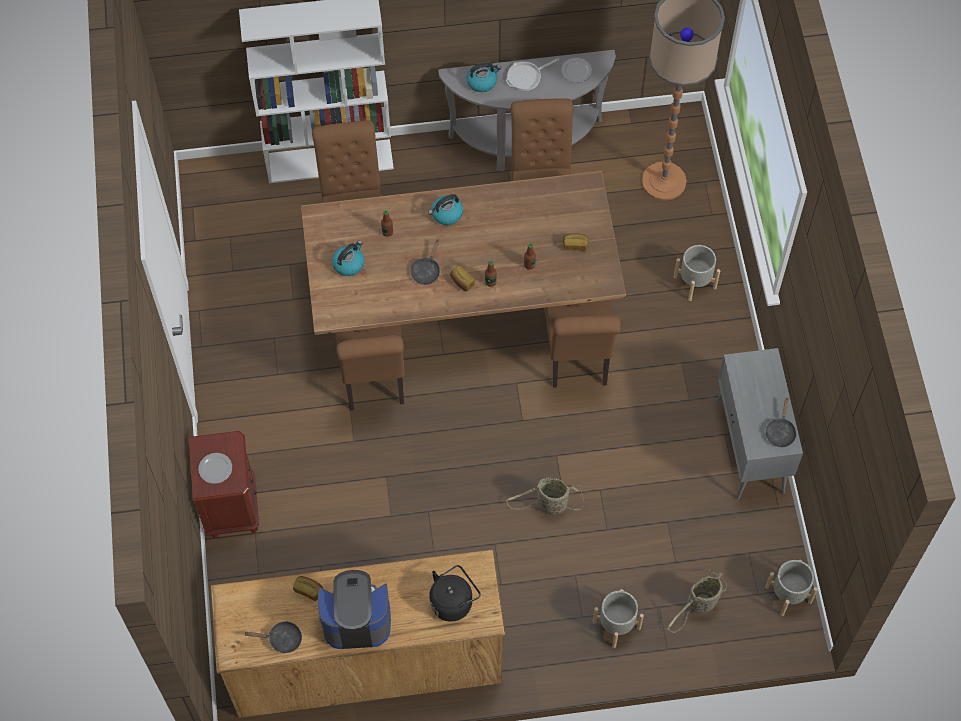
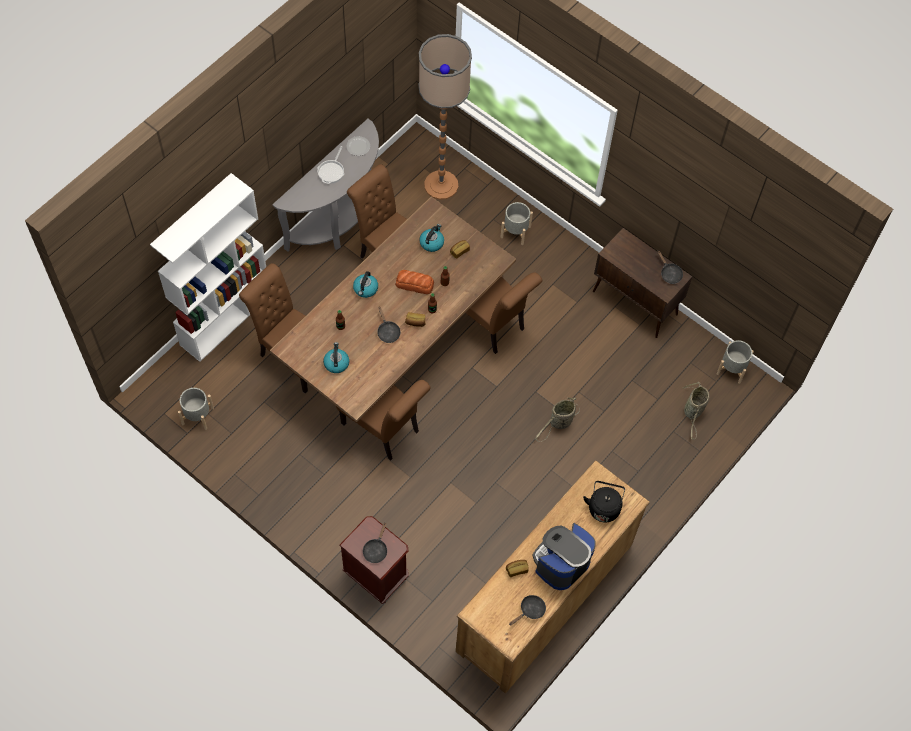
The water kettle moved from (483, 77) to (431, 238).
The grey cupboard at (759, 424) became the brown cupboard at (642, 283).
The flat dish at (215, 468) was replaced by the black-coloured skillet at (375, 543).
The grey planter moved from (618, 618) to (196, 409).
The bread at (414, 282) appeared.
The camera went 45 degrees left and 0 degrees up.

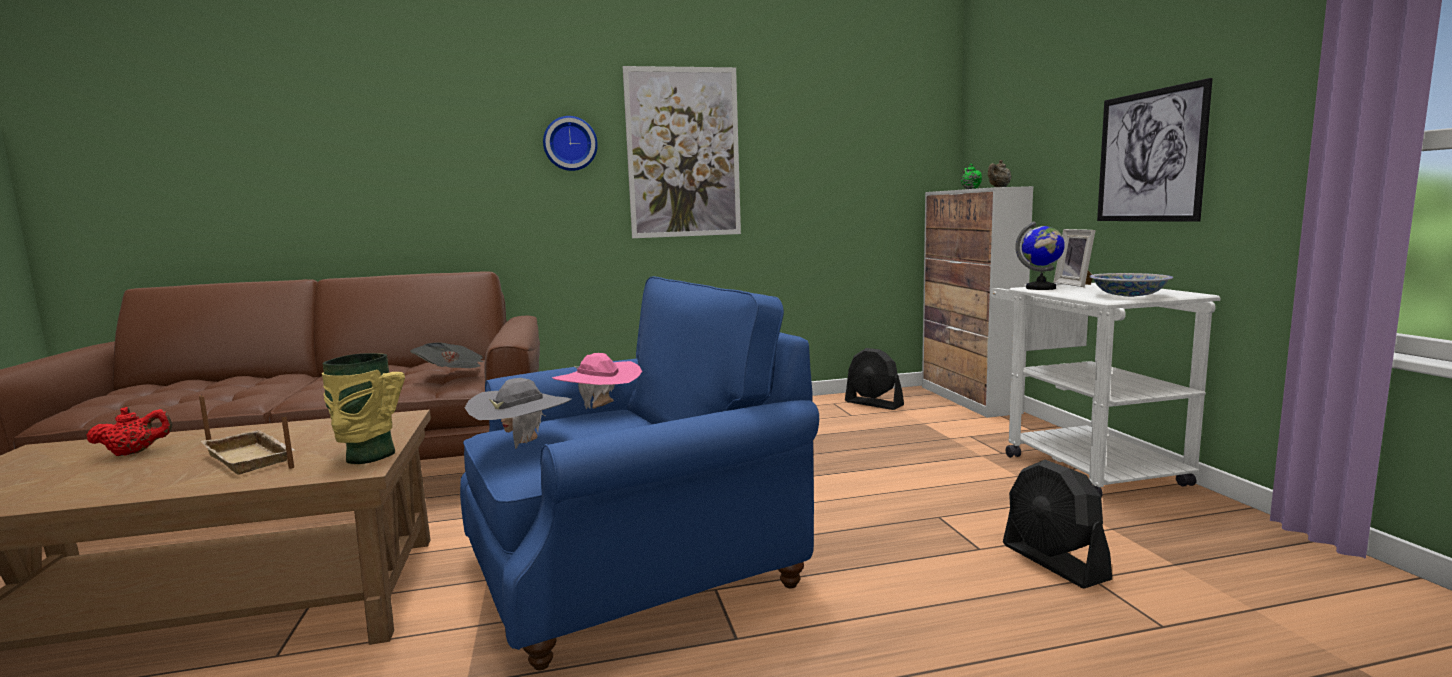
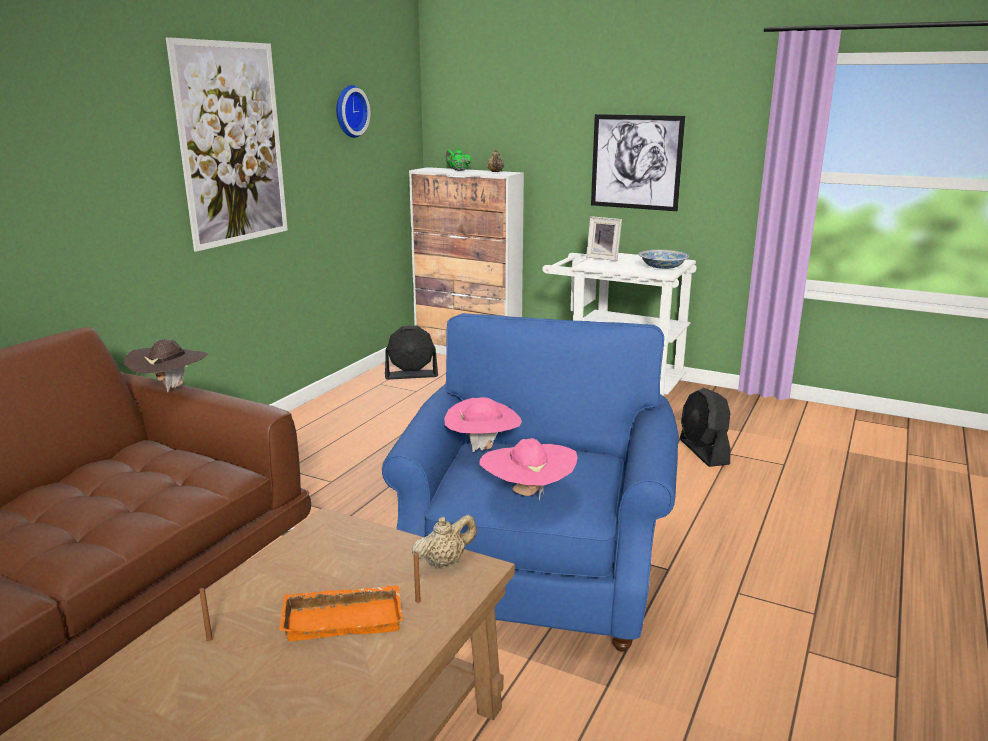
The wall clock moved from (570, 143) to (353, 111).
The desk globe at (1040, 255) disappeared.
The daily paper at (447, 355) disappeared.
The vase at (363, 408) was replaced by the beige-coloured tea pot at (444, 541).
The grey wearable hat at (518, 413) became the pink wearable hat at (528, 469).
The red-coloured tea pot at (129, 431) disappeared.
The beige-coloured carrying tray at (248, 452) became the orange carrying tray at (341, 613).
The black-coloured electric fan at (1057, 524) turned 60 degrees clockwise.
The brown wearable hat at (166, 365) appeared.
The camera went 50 degrees left and 10 degrees up.

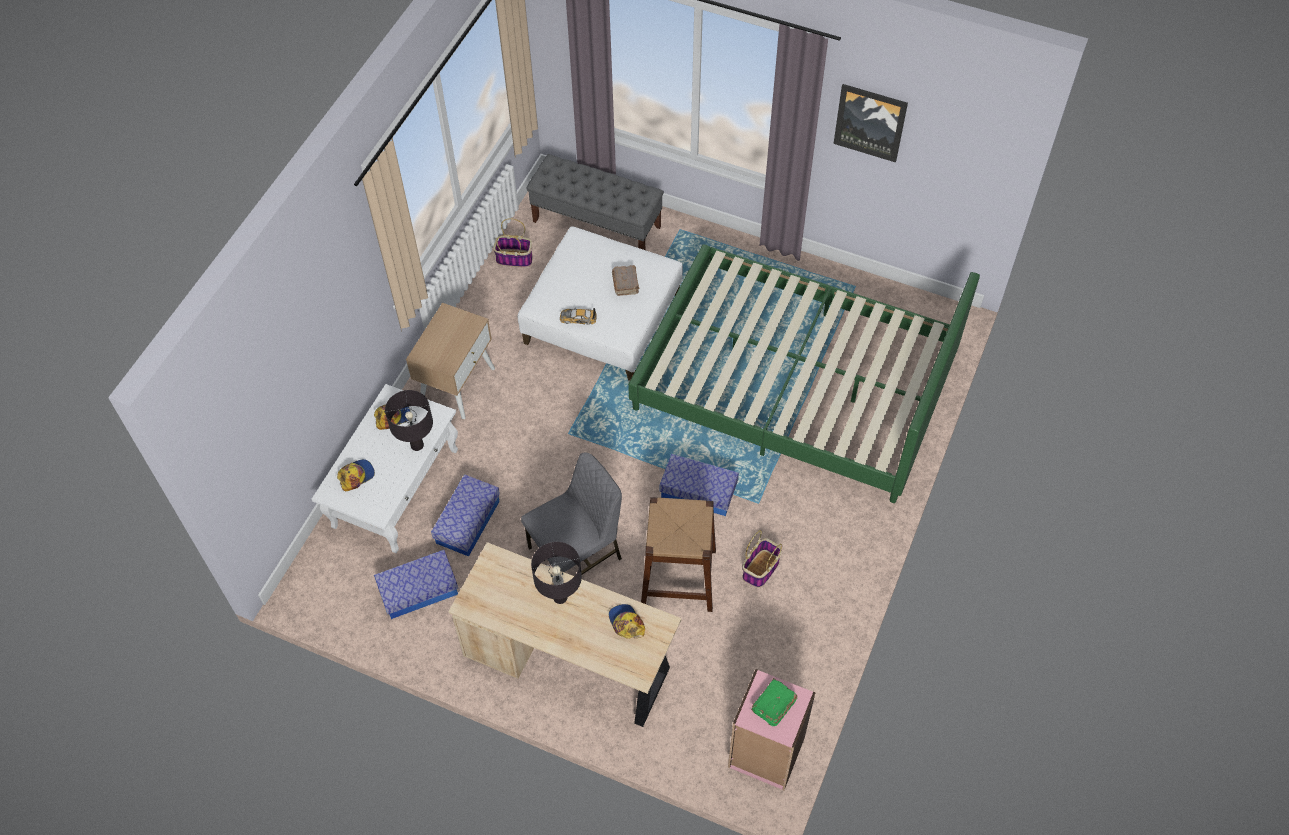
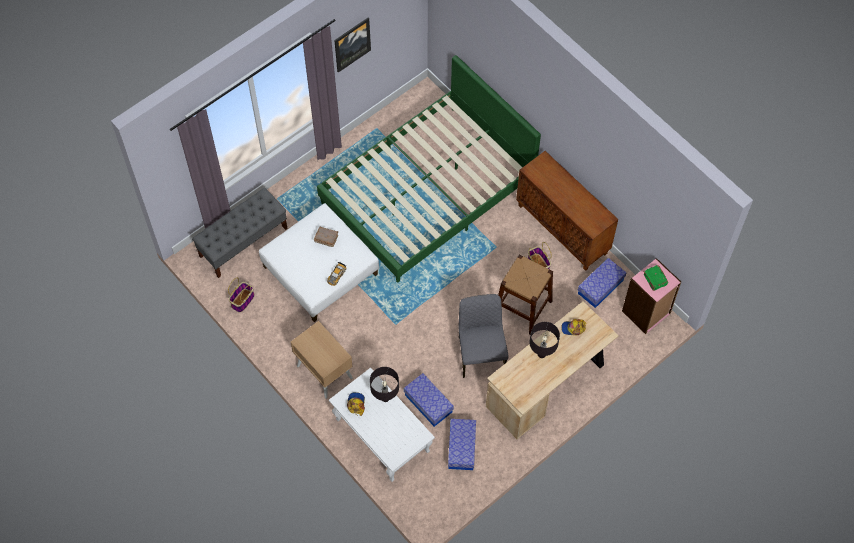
The storage box moved from (699, 485) to (602, 283).
The cap at (356, 475) disappeared.
The brown cupboard at (567, 211) appeared.
The camera went 65 degrees left and 5 degrees up.

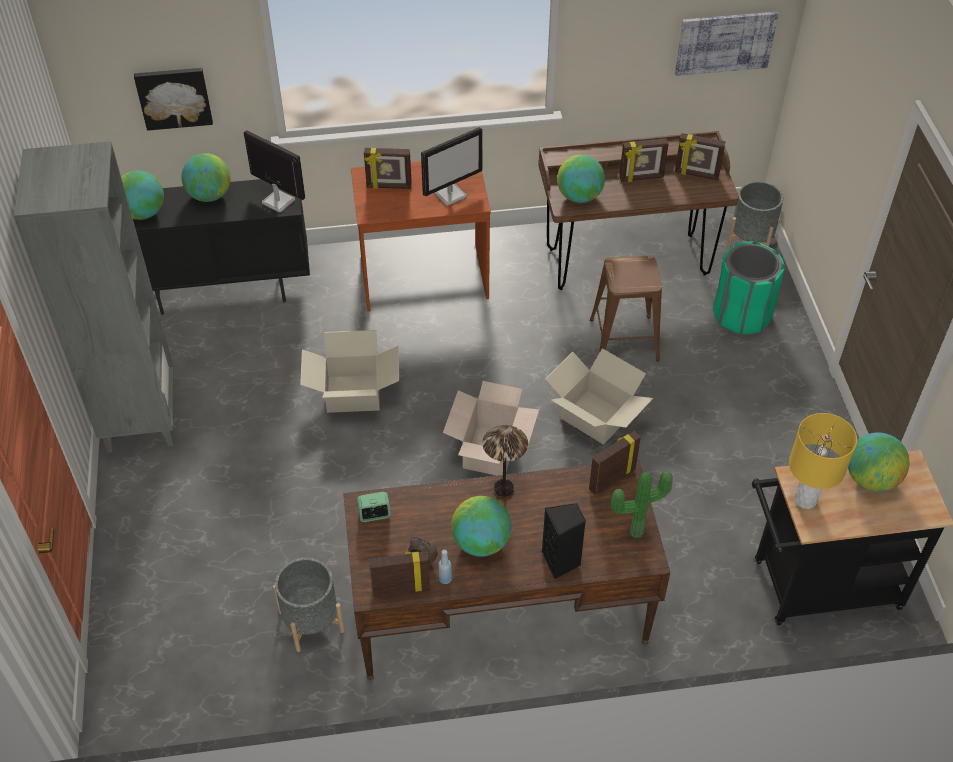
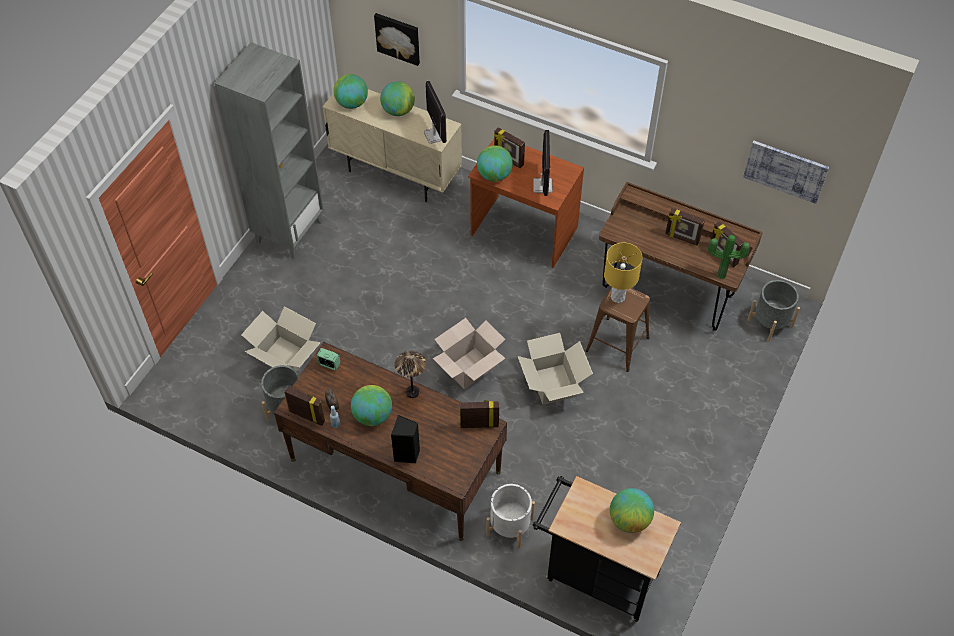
The computer display at (452, 166) turned 90 degrees counterclockwise.
The desk globe moved from (581, 179) to (495, 163).
The black-coloured cupboard at (221, 247) became the beige-coloured cupboard at (392, 145).
The green-coloured waste bin at (749, 287) disappeared.
The cardboard box moved from (349, 371) to (281, 338).
The yellow-coloured table lamp moved from (823, 461) to (623, 272).
The potted plant moved from (641, 504) to (729, 257).
The white planter at (510, 516) appeared.
The camera went 35 degrees right and 5 degrees up.

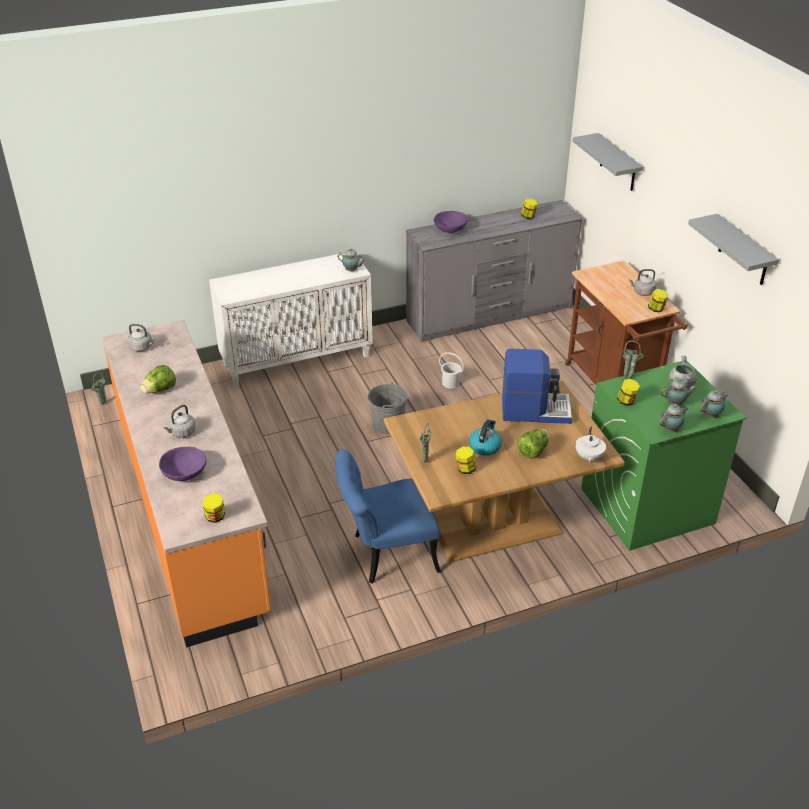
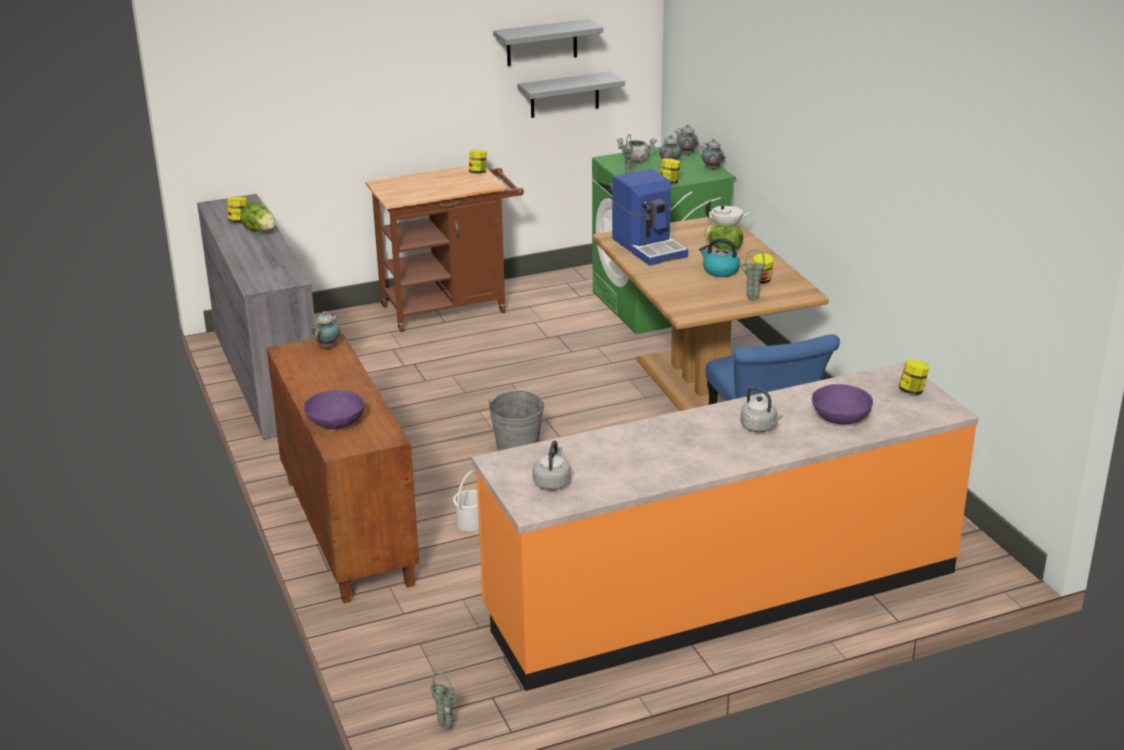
The grey bracket shelf moved from (608, 162) to (571, 94).
The purple deep dish moved from (450, 222) to (334, 409).
The white cupboard at (291, 320) became the brown cupboard at (343, 468).
The grey water kettle at (642, 282) disappeared.
The coffee brewer at (537, 386) turned 150 degrees clockwise.
The white pail moved from (451, 370) to (466, 501).
The lettuce moved from (158, 379) to (258, 216).
The camera went 90 degrees left and 10 degrees down.

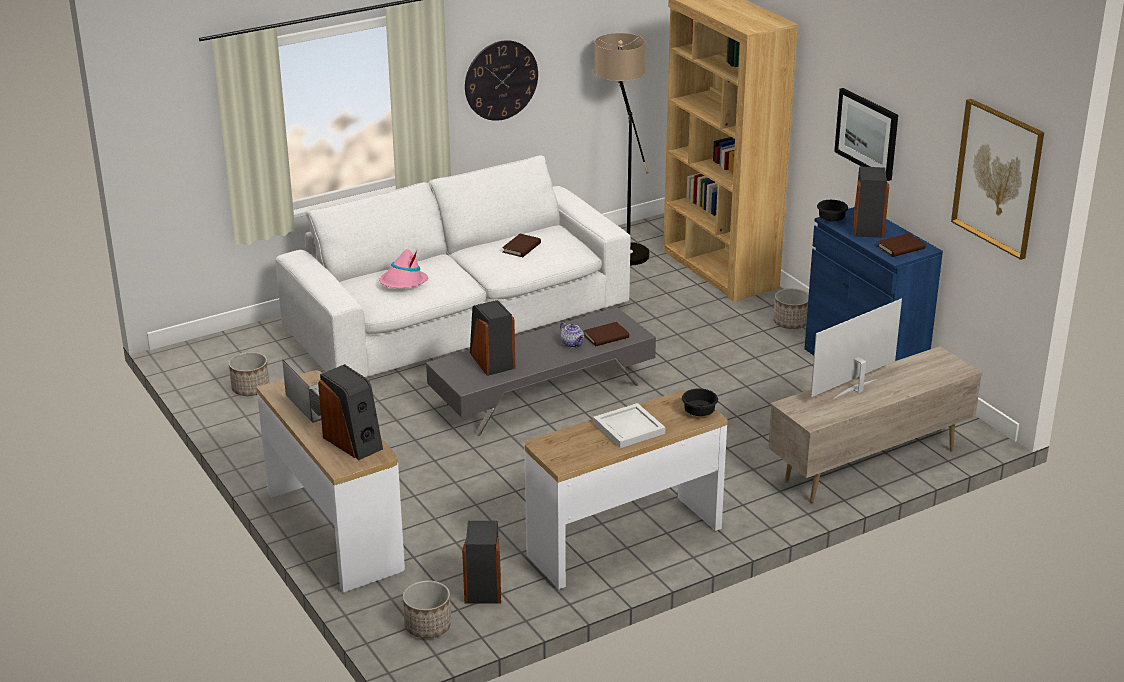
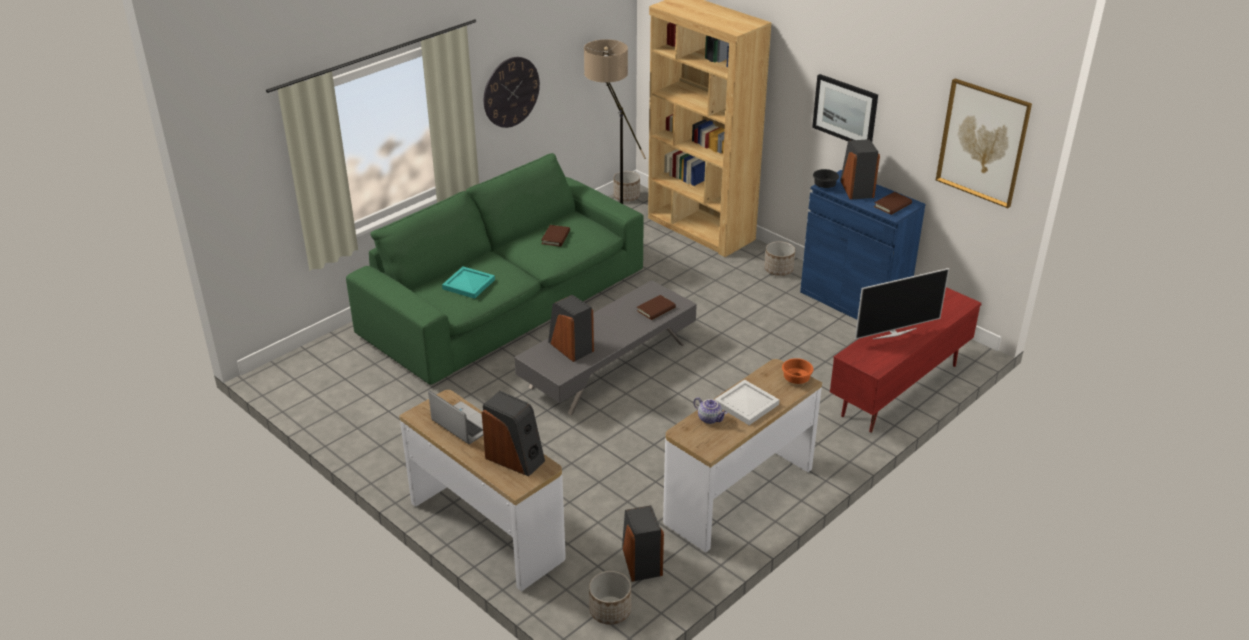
The white sofa at (453, 266) became the green-coloured sofa at (495, 269).
The pink wearable hat at (403, 268) was replaced by the turquoise-coloured carrying tray at (468, 283).
The TV at (856, 349) turned 150 degrees counterclockwise.
The tea pot moved from (572, 335) to (710, 410).
The beige-coloured tv unit at (875, 424) became the red-coloured tv unit at (906, 360).
The planter moved from (249, 374) to (626, 186).
The black-coloured deep dish at (700, 402) became the orange deep dish at (797, 371).
The camera went 15 degrees left and 5 degrees up.

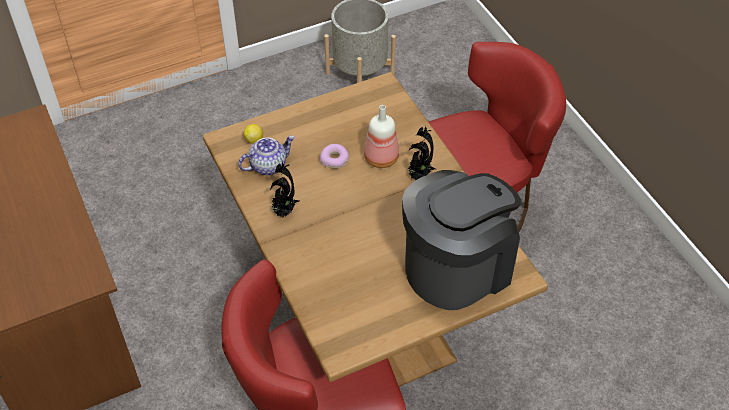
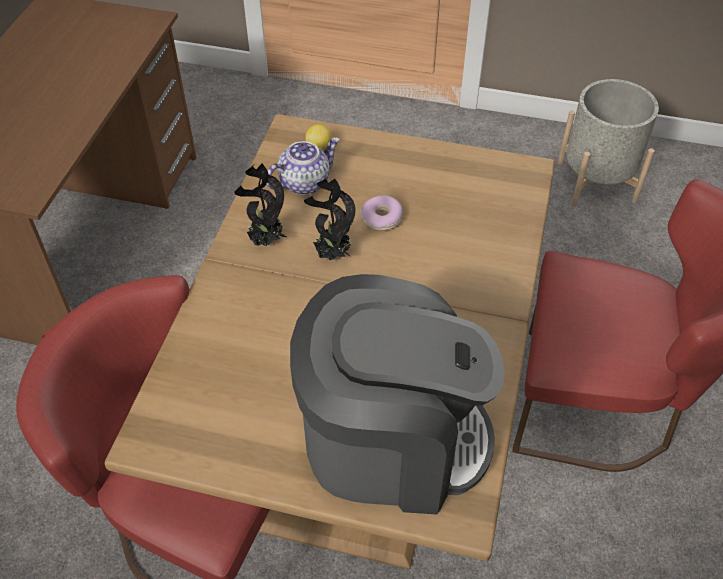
The drink bottle at (381, 136) disappeared.
The potted plant moved from (422, 153) to (330, 219).
The tea pot at (266, 155) turned 45 degrees counterclockwise.
The camera went 40 degrees right and 0 degrees up.

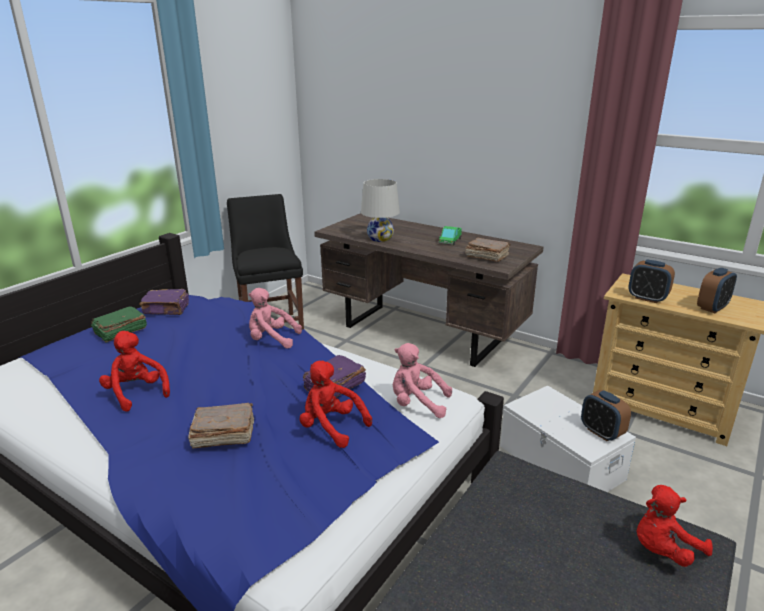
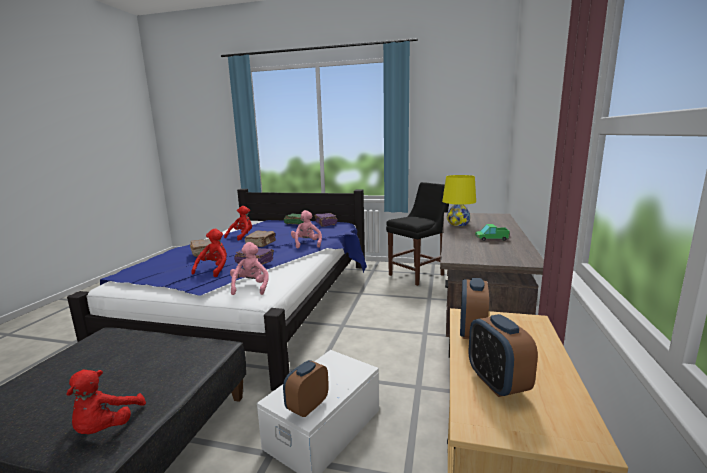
The white table lamp at (380, 210) became the yellow-coloured table lamp at (459, 200).
The brown book moved from (488, 250) to (260, 238).
The table clock at (717, 290) turned 45 degrees clockwise.
The red-coloured plush toy at (675, 526) turned 135 degrees counterclockwise.
The camera went 70 degrees right and 10 degrees down.

